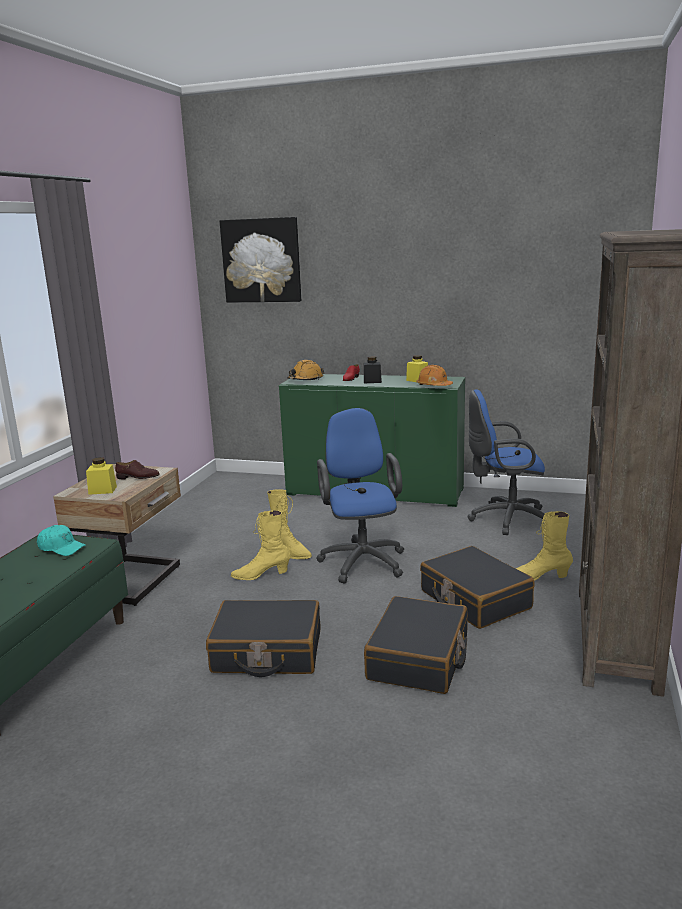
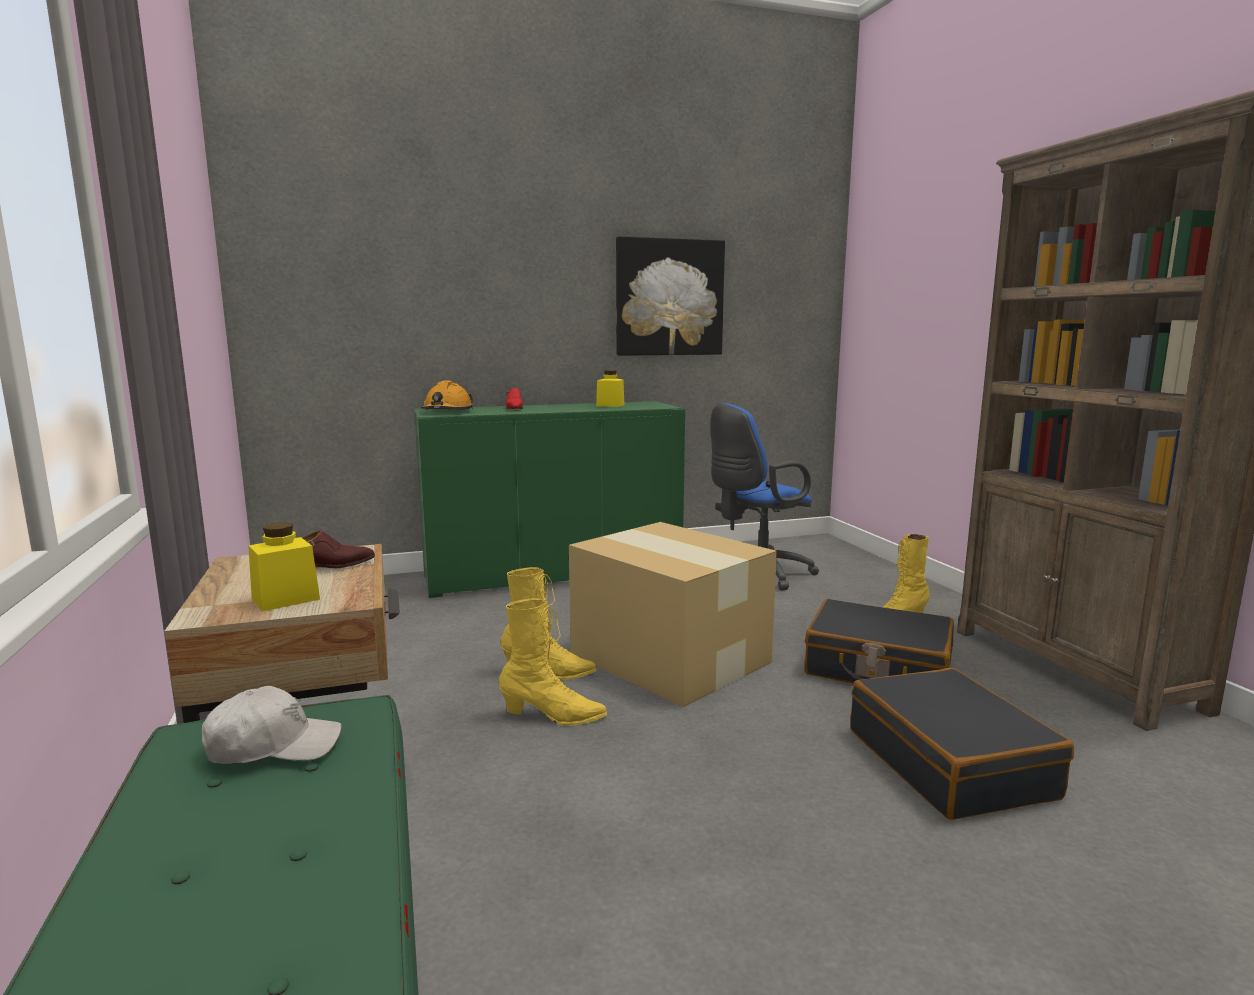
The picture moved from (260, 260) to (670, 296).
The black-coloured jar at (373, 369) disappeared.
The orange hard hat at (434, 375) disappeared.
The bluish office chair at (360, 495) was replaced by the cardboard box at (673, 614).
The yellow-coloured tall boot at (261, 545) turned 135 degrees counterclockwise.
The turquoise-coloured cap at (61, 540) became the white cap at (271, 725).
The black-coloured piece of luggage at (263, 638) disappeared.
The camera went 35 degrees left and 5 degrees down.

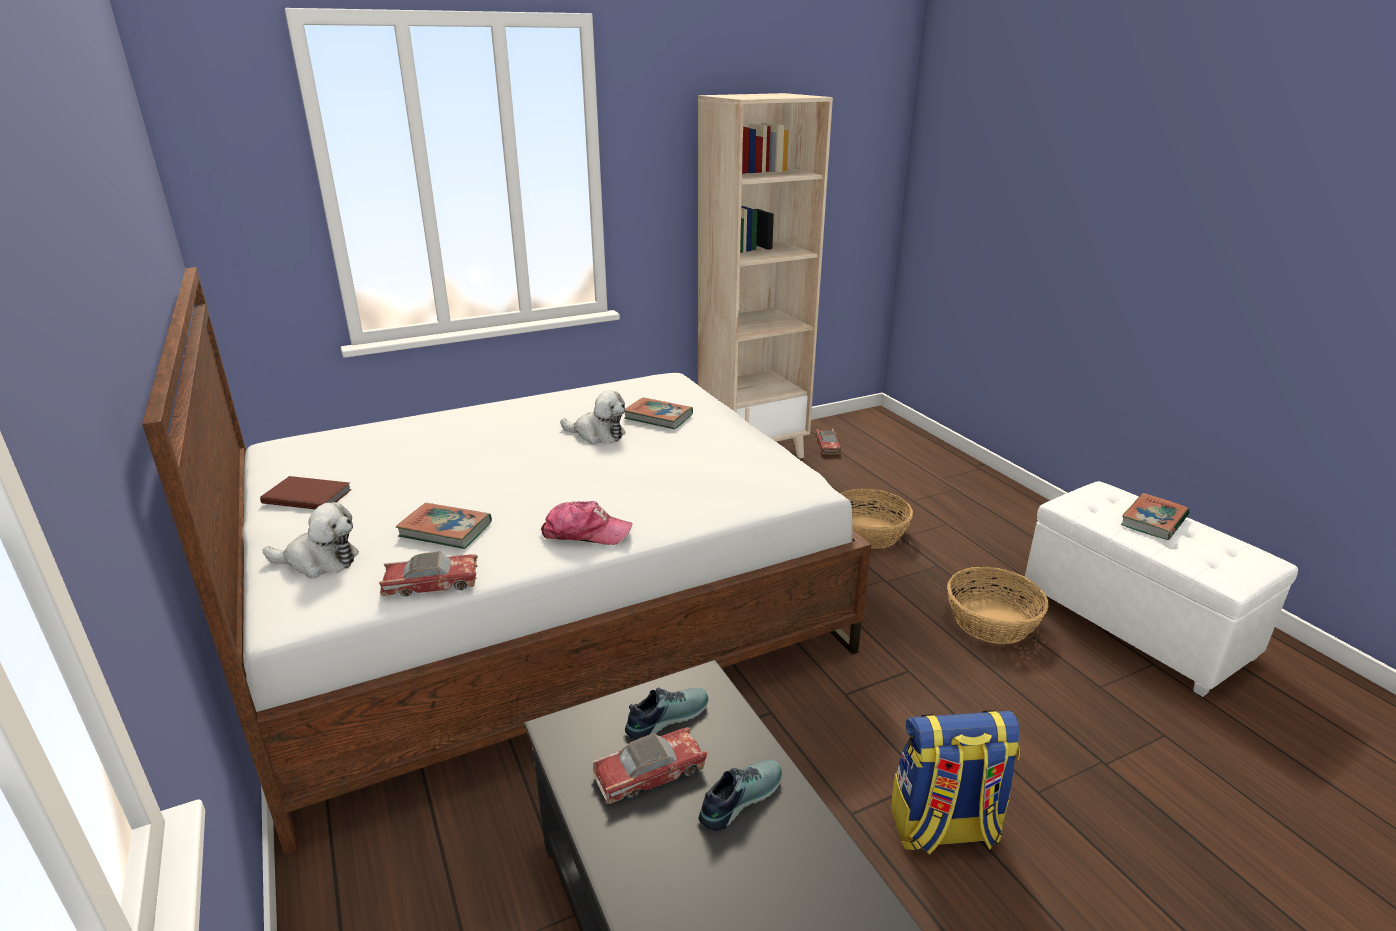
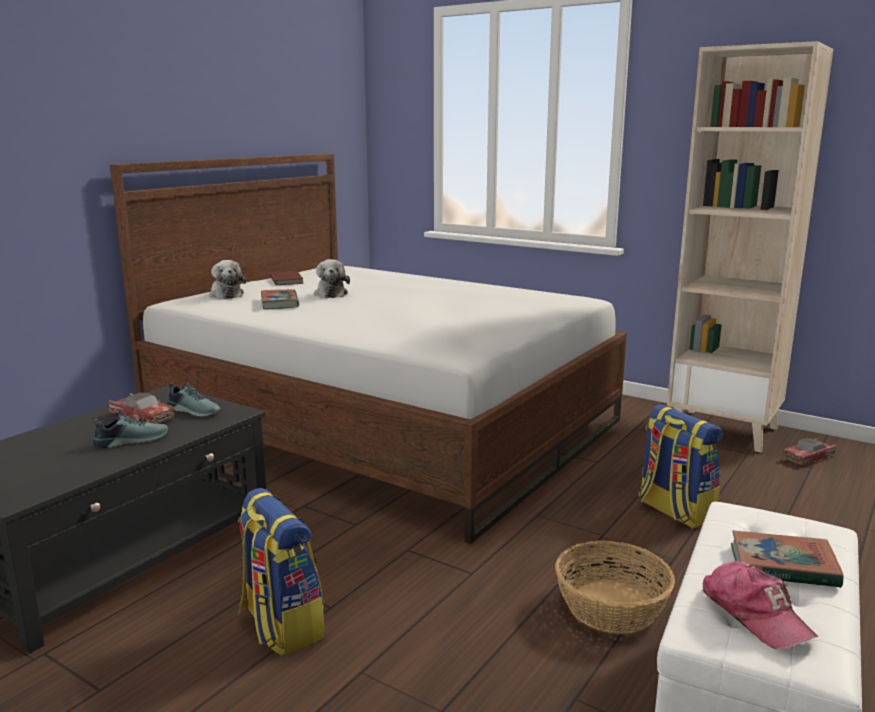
The plush toy moved from (593, 417) to (332, 278).
The book at (658, 413) disappeared.
The household basket at (876, 519) was replaced by the backpack at (680, 466).
The cap moved from (586, 523) to (760, 605).
The model car at (428, 574) disappeared.
The low shoe at (740, 795) turned 45 degrees counterclockwise.
The camera went 60 degrees right and 10 degrees down.

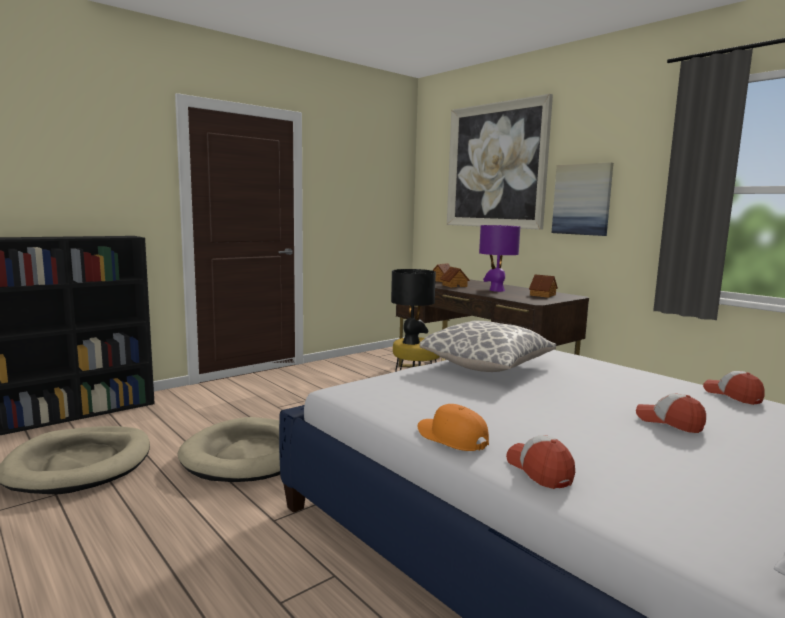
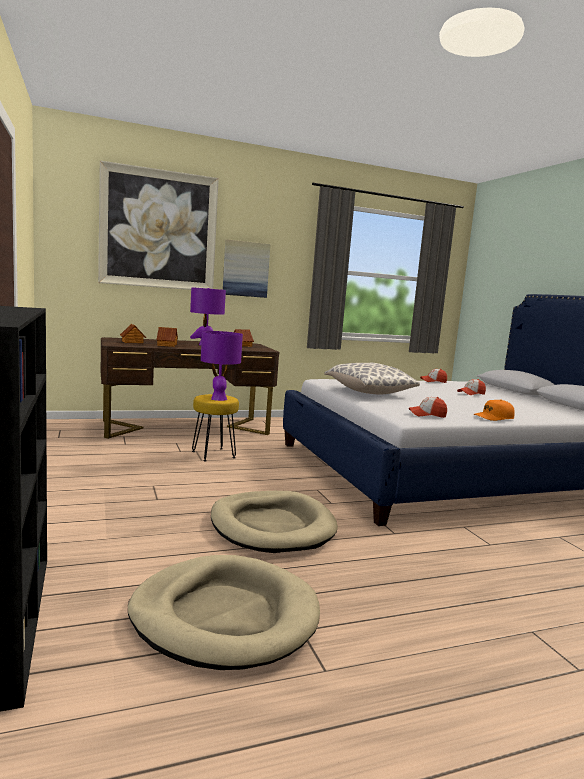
The black-coloured table lamp at (413, 307) became the purple table lamp at (222, 366).
The cap moved from (540, 462) to (428, 407).
The camera went 70 degrees left and 0 degrees up.

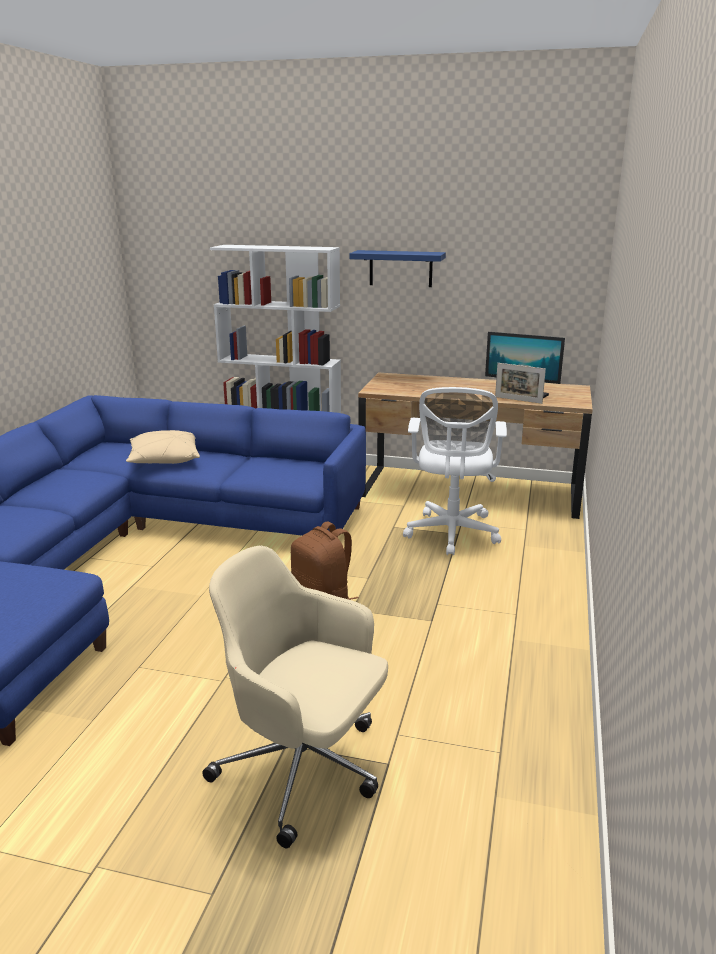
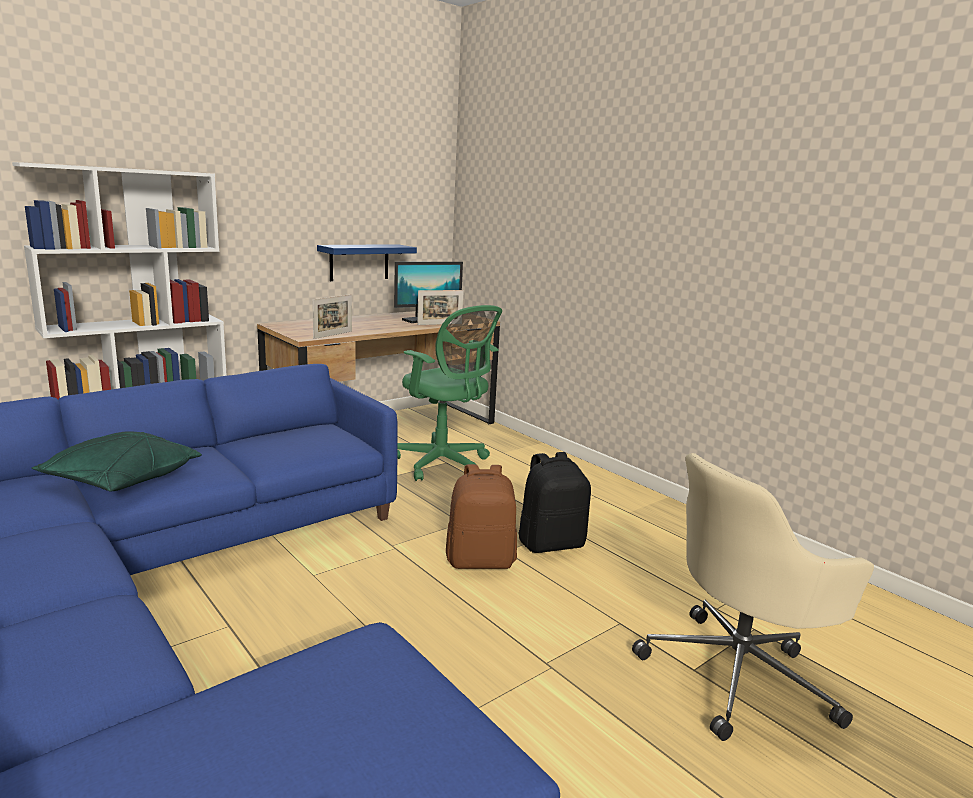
The bluish bracket shelf moved from (397, 268) to (367, 262).
The white office chair at (455, 471) became the green-coloured office chair at (449, 393).
The beige-coloured pillow at (163, 447) became the green-coloured pillow at (117, 461).
The photo frame at (332, 316) appeared.
The black-coloured backpack at (554, 502) appeared.
The camera went 55 degrees left and 5 degrees down.

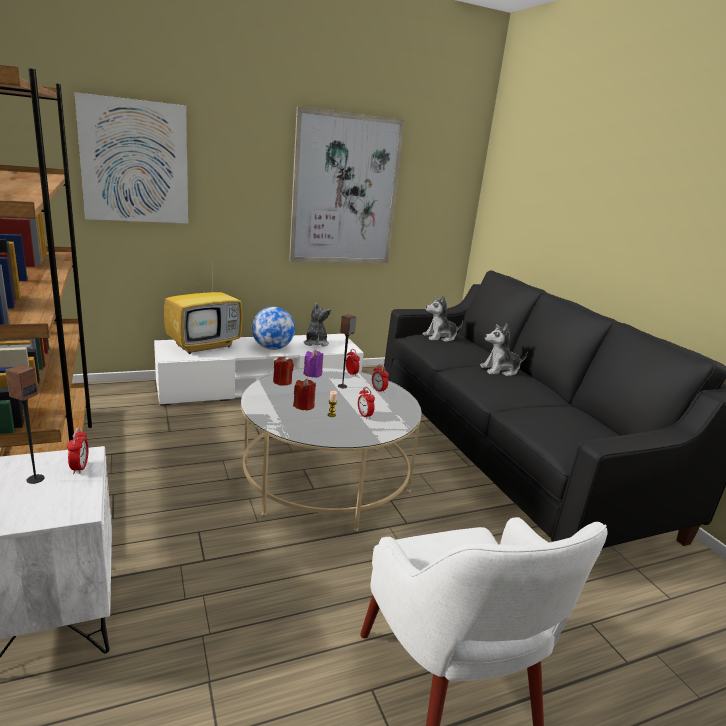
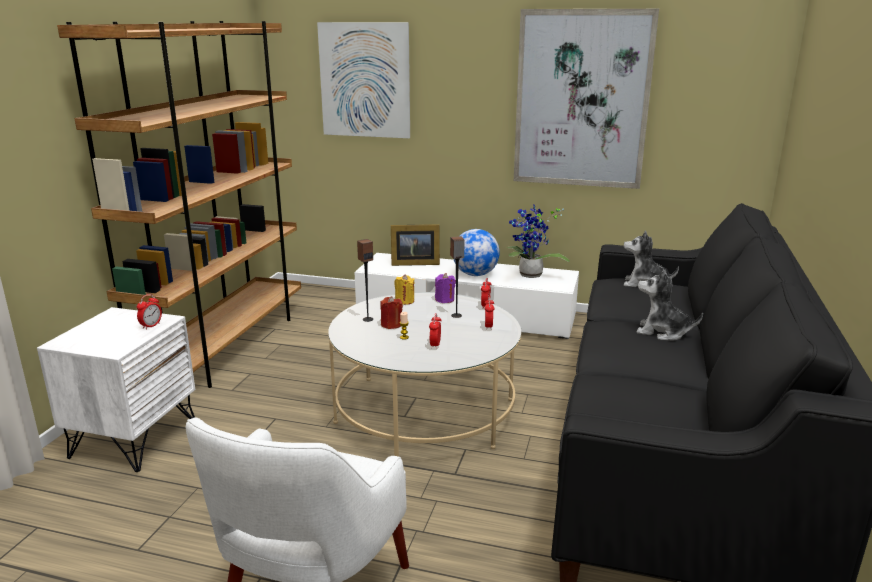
The TV at (203, 314) was replaced by the photo frame at (415, 245).
The plush toy at (317, 325) was replaced by the potted plant at (538, 241).
The red-coloured wax candle at (283, 370) became the yellow-coloured wax candle at (404, 290).
The audio speaker moved from (24, 424) to (365, 280).
The camera went 40 degrees right and 0 degrees up.

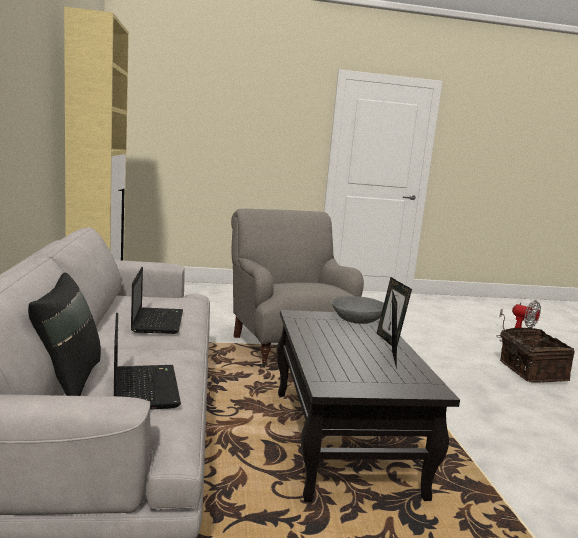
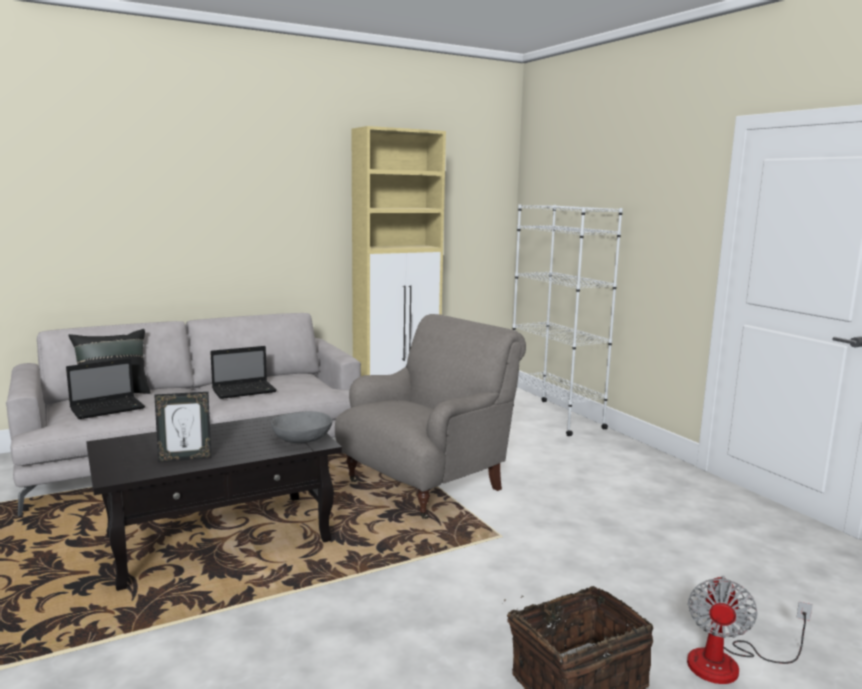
The photo frame at (394, 311) disappeared.
The white bookshelf at (567, 320) appeared.
The camera went 70 degrees right and 0 degrees up.

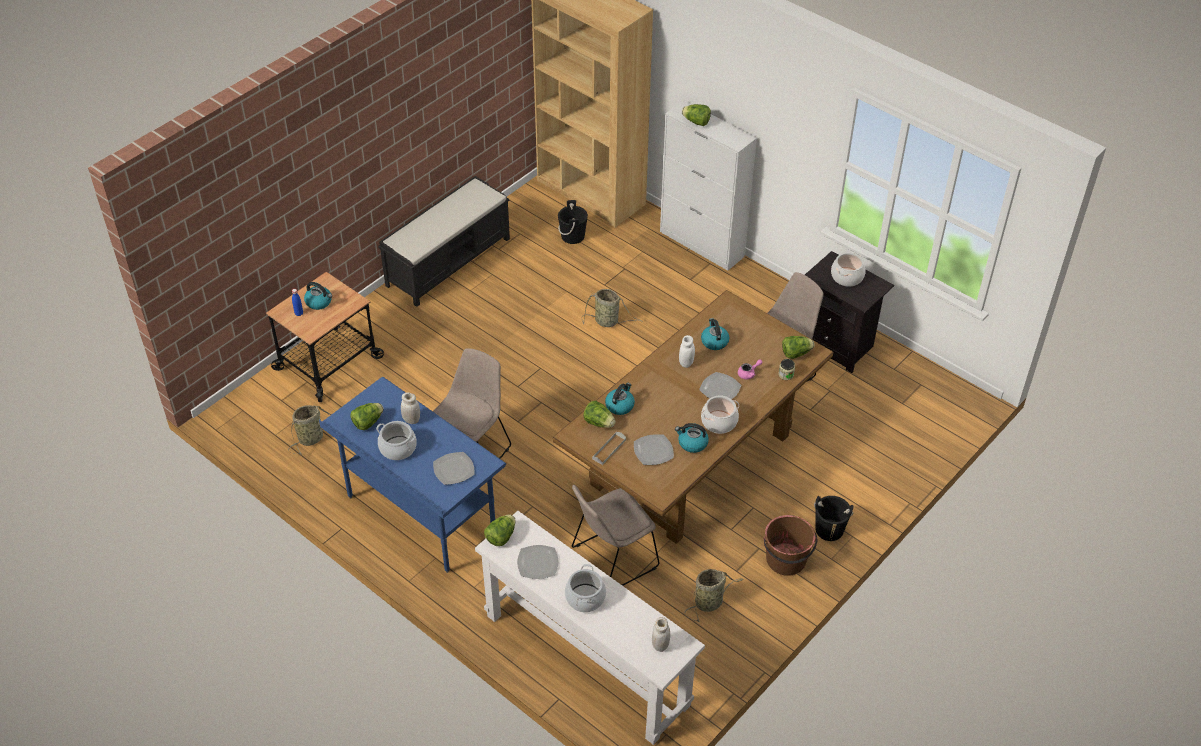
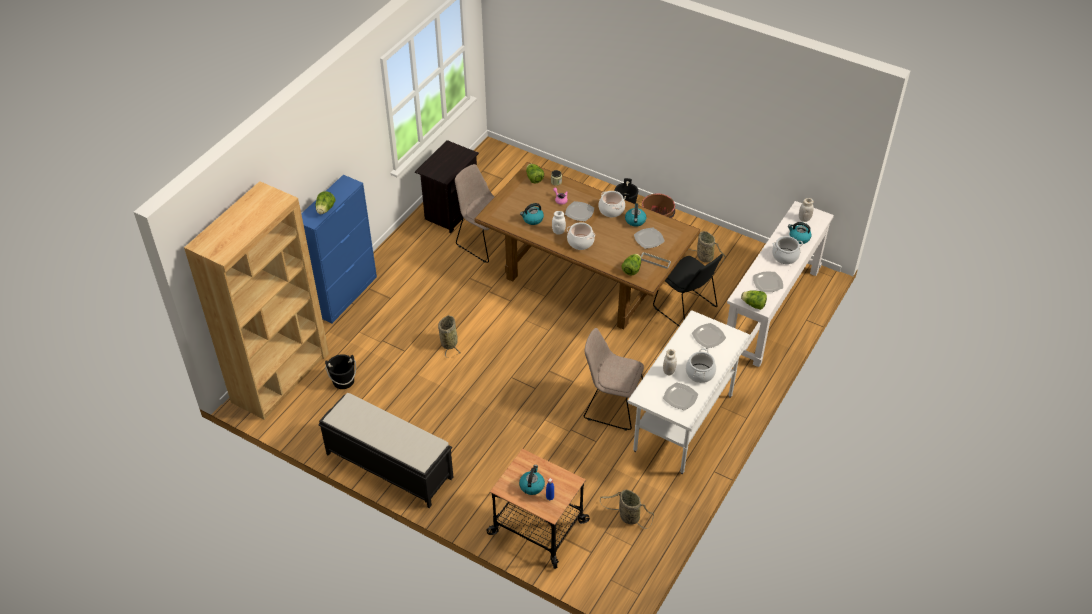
The white cupboard at (708, 185) became the bluish cupboard at (339, 249).
The saucepot moved from (848, 269) to (581, 236).
The bluish desk at (412, 475) became the white desk at (690, 392).
The water kettle moved from (620, 399) to (800, 233).
The lettuce at (366, 416) was replaced by the flat dish at (680, 396).
The beige-coloured plain chair at (616, 535) became the black-coloured plain chair at (688, 290).
The camera went 100 degrees left and 0 degrees up.

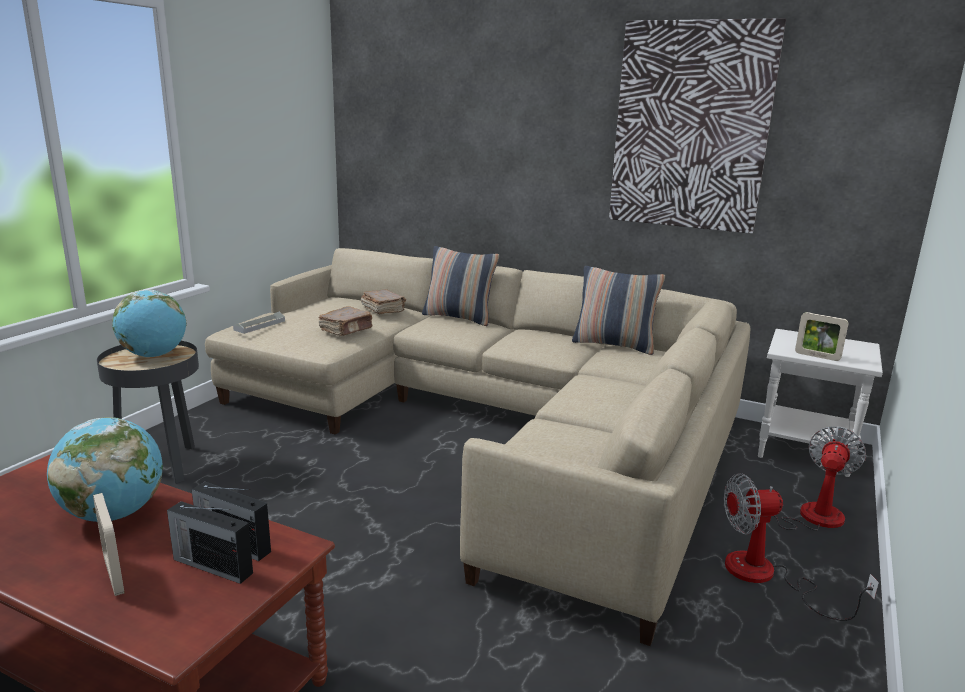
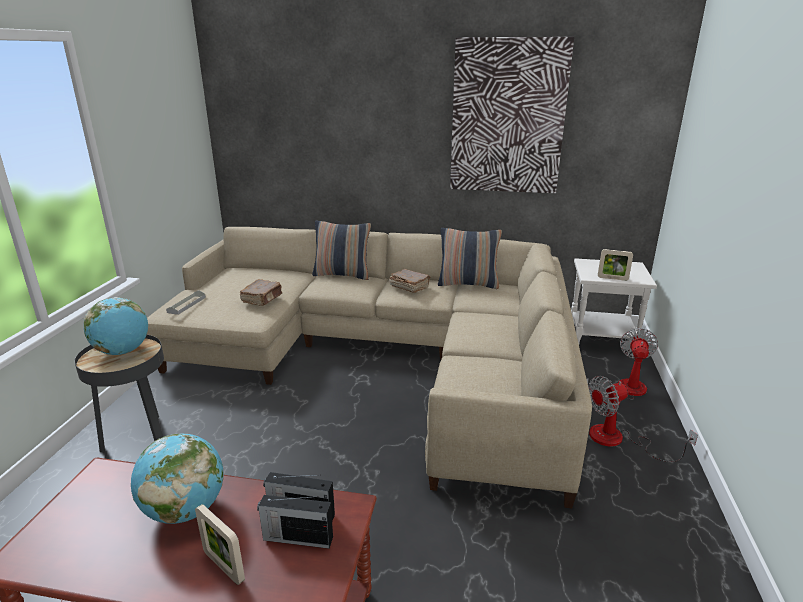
The brown book moved from (383, 301) to (410, 281).
The camera went 15 degrees left and 5 degrees up.

